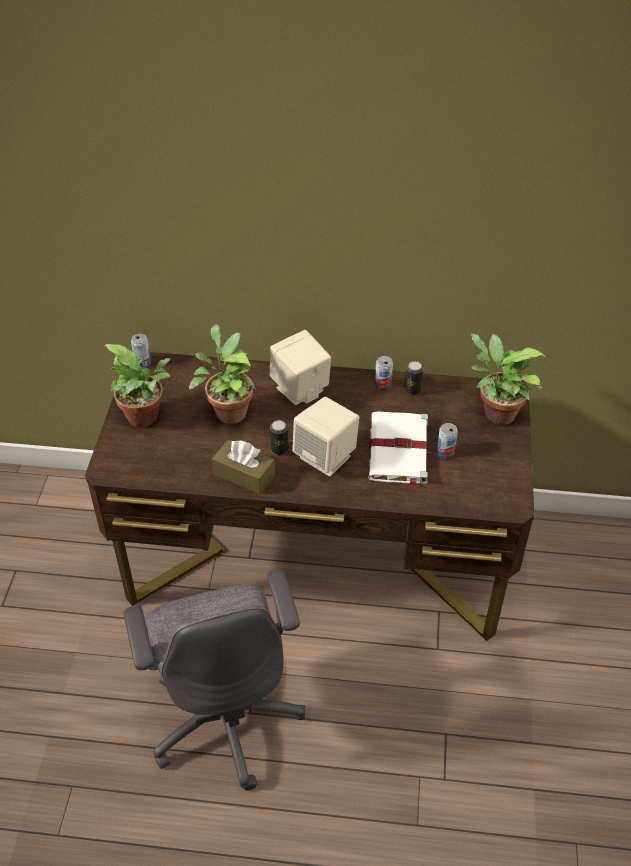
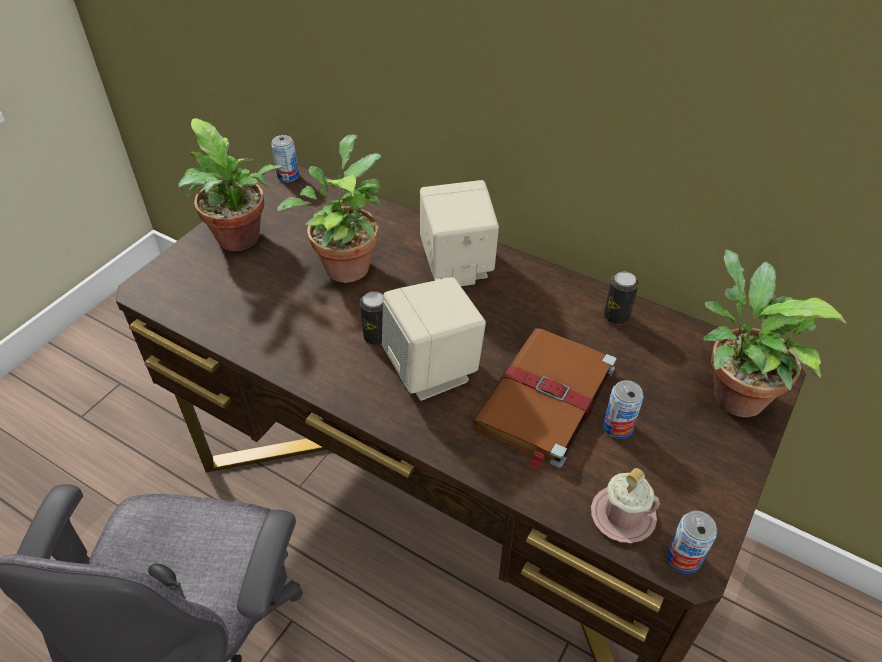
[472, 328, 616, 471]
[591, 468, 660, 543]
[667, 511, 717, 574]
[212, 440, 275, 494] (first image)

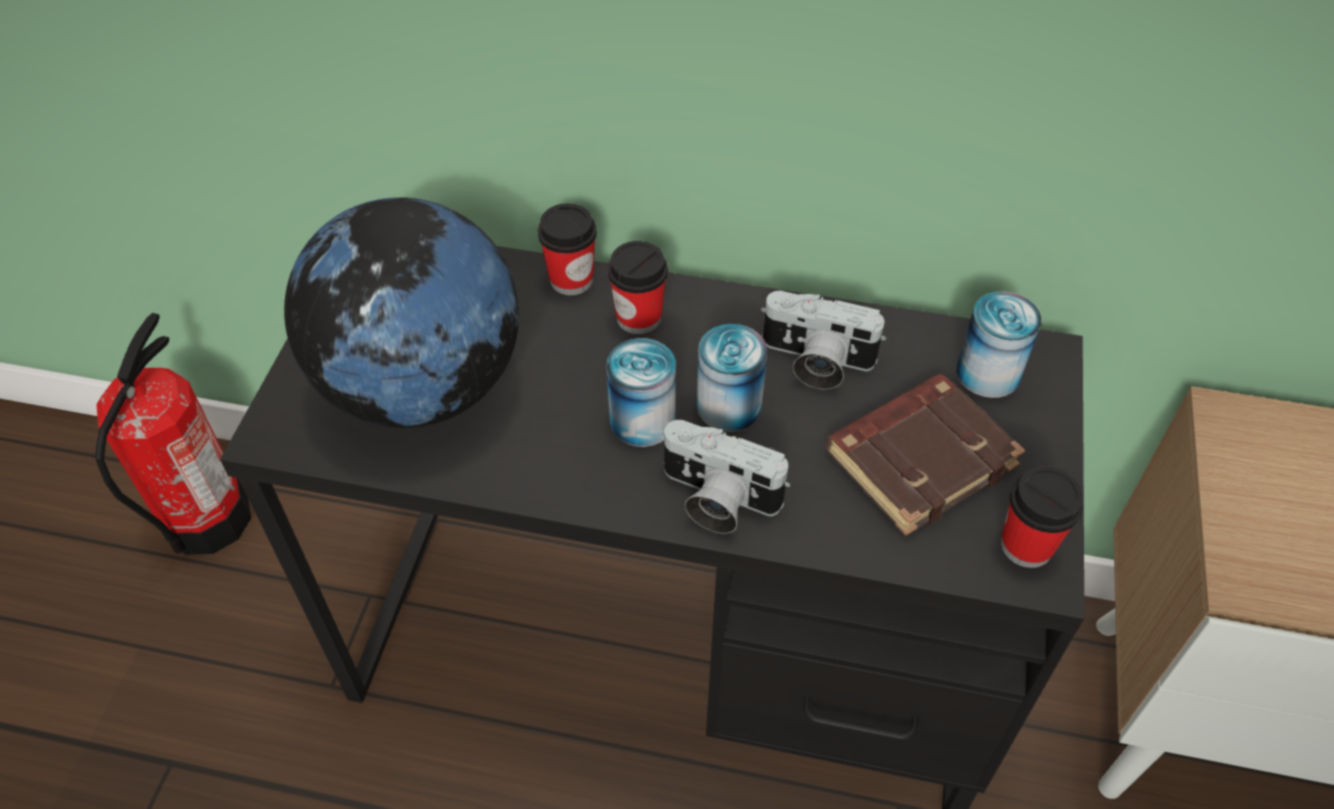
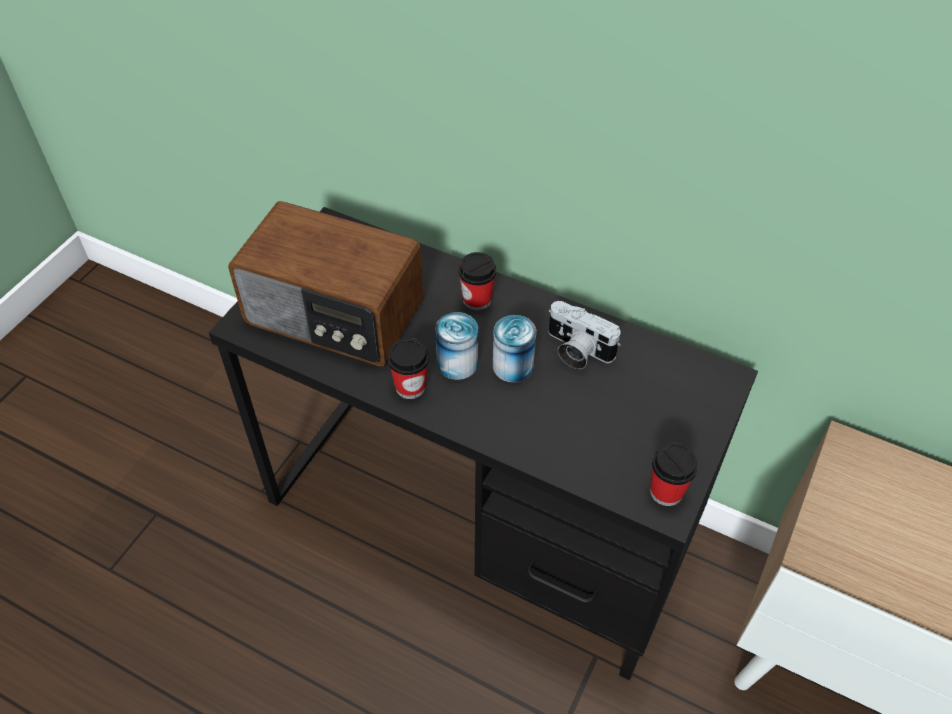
[228, 201, 424, 366]
[388, 338, 429, 399]
[95, 313, 251, 555] (first image)
[661, 420, 790, 534] (first image)
[826, 374, 1025, 536] (first image)
[956, 292, 1041, 398] (first image)

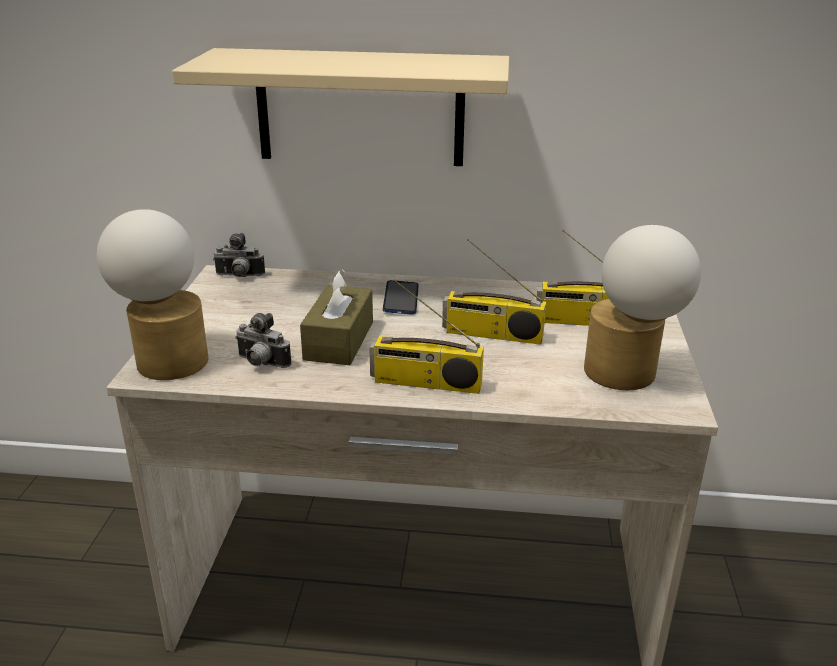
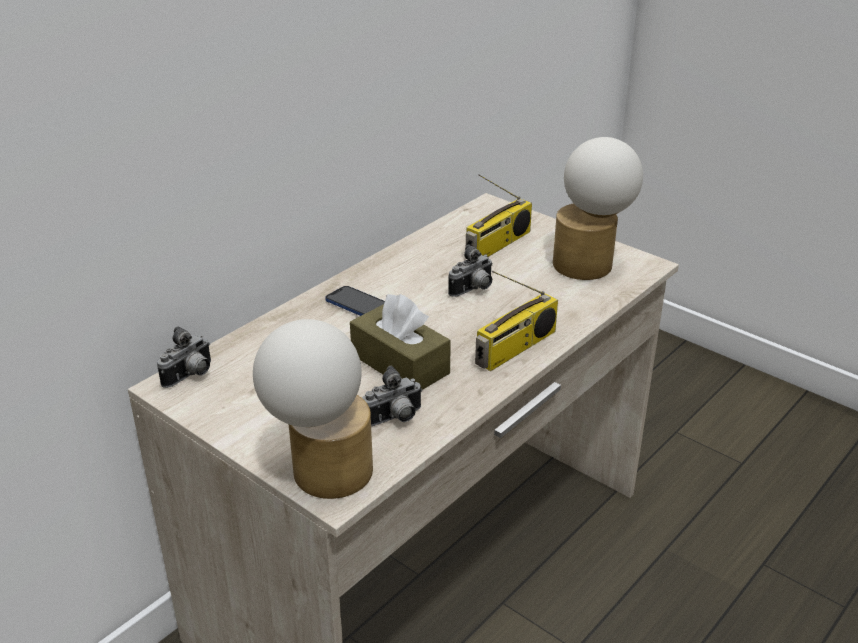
[448, 244, 493, 297]
[172, 48, 509, 166] (first image)

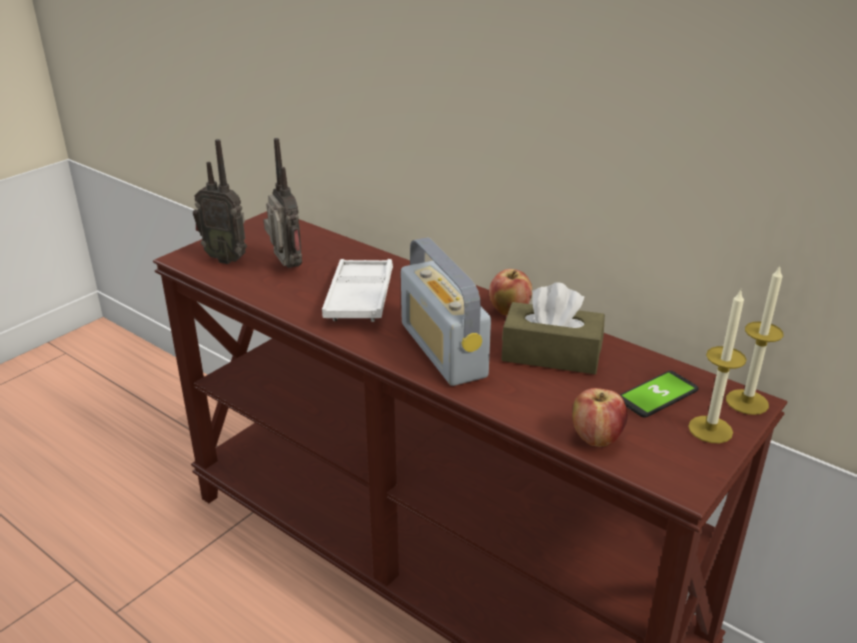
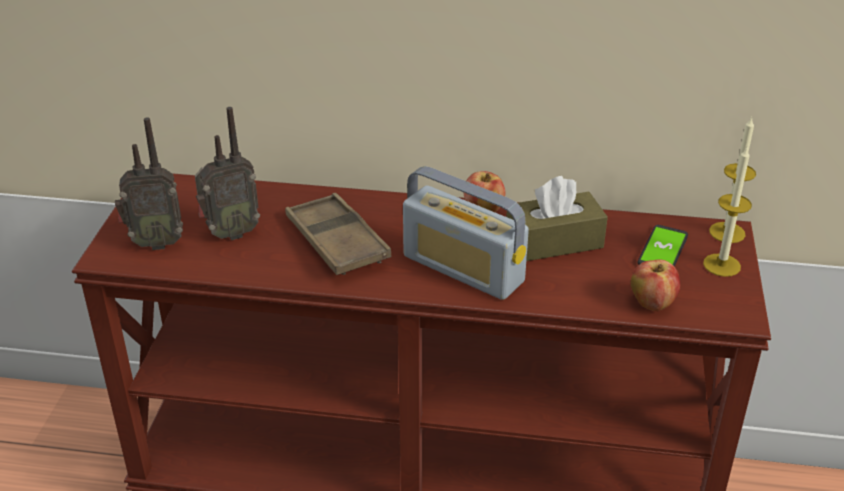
[195, 107, 260, 240]
[285, 193, 391, 275]

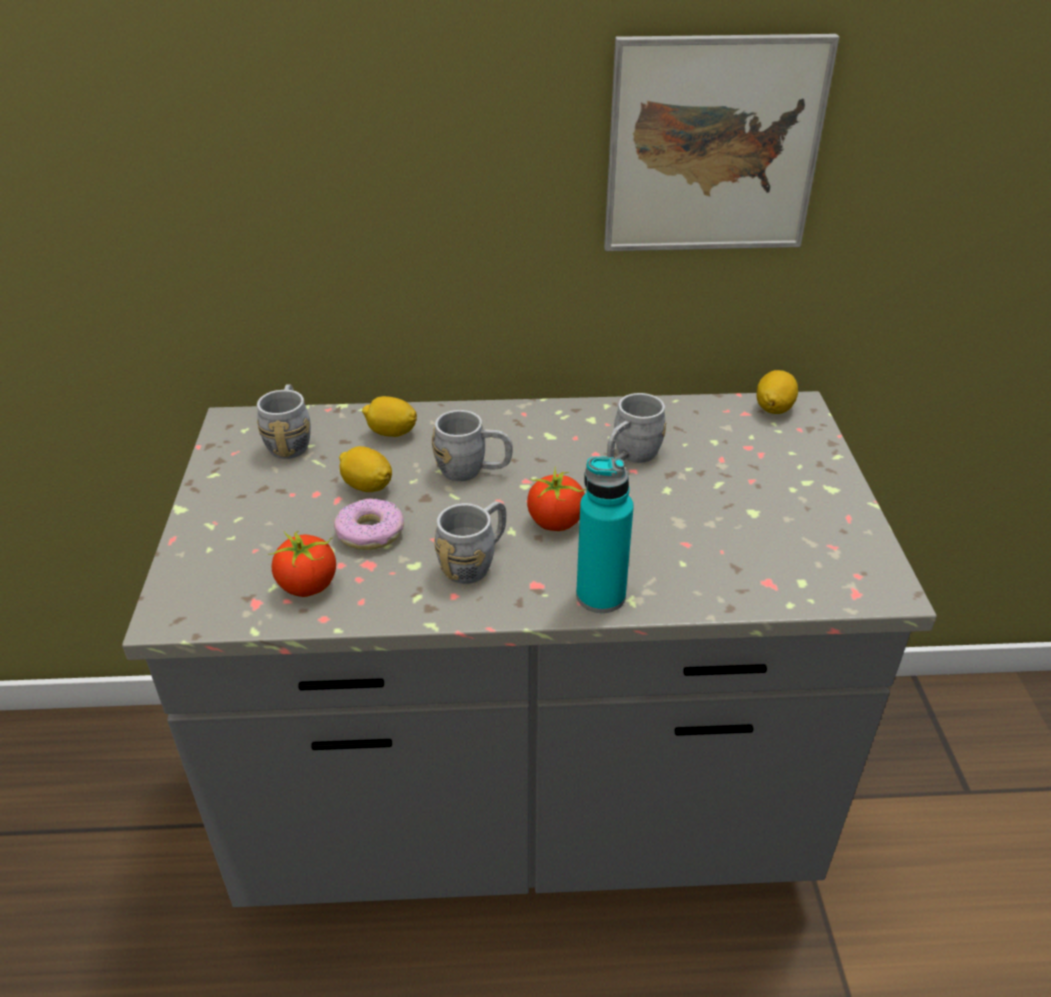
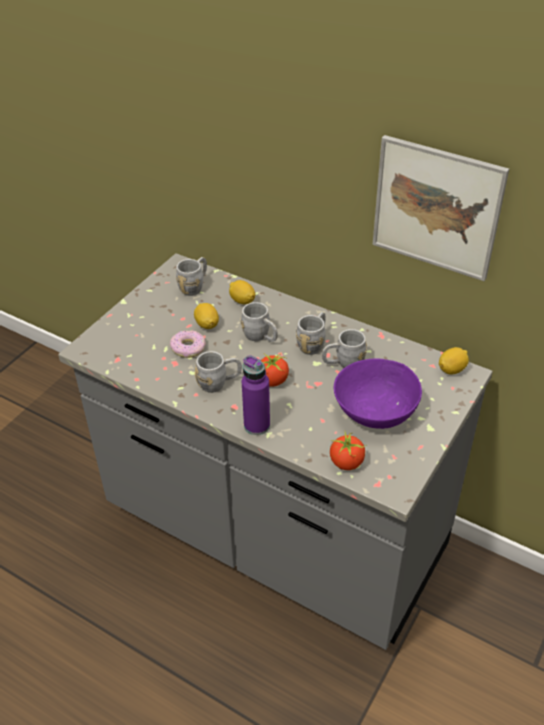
[242, 355, 270, 435]
[296, 312, 326, 355]
[330, 432, 367, 470]
[334, 359, 422, 429]

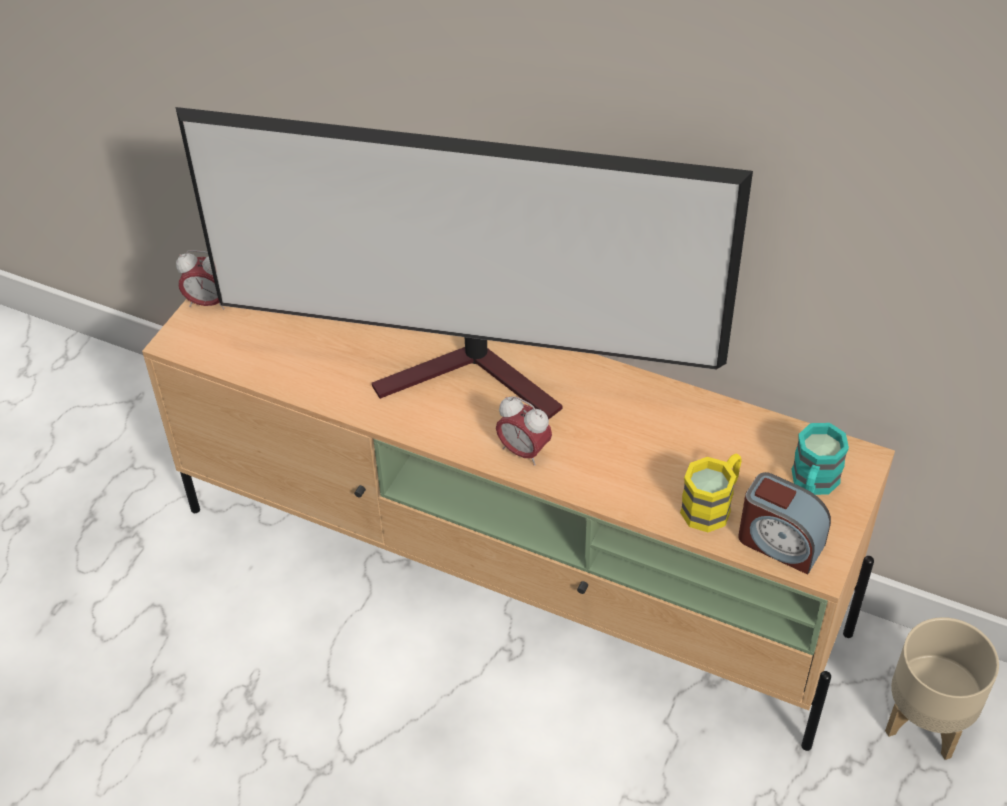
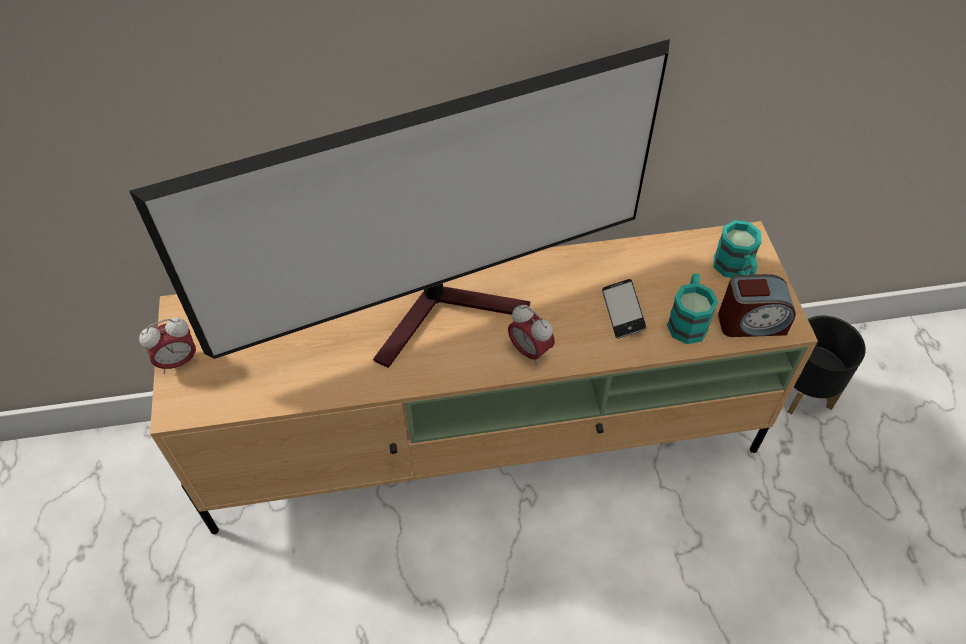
[508, 305, 555, 366]
[602, 279, 647, 339]
[667, 273, 718, 344]
[787, 316, 866, 415]

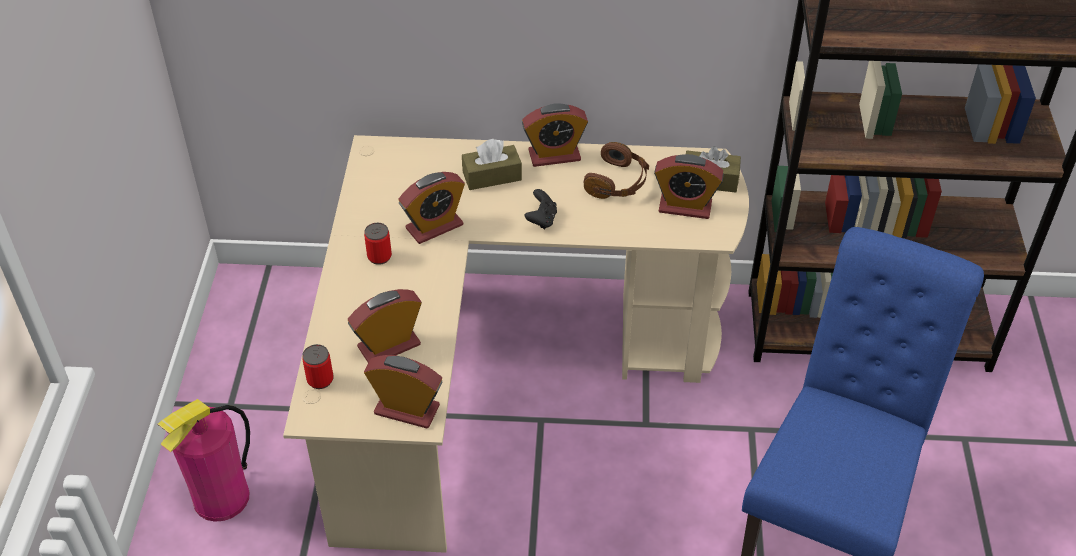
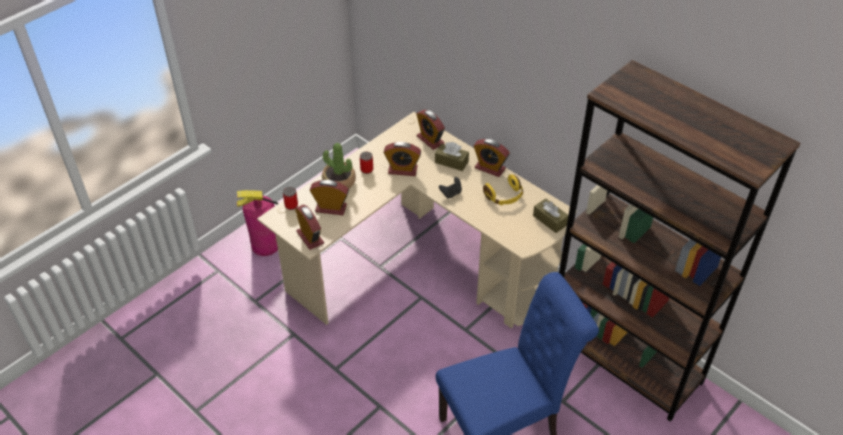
[322, 143, 356, 189]
[416, 110, 445, 150]
[483, 174, 523, 205]

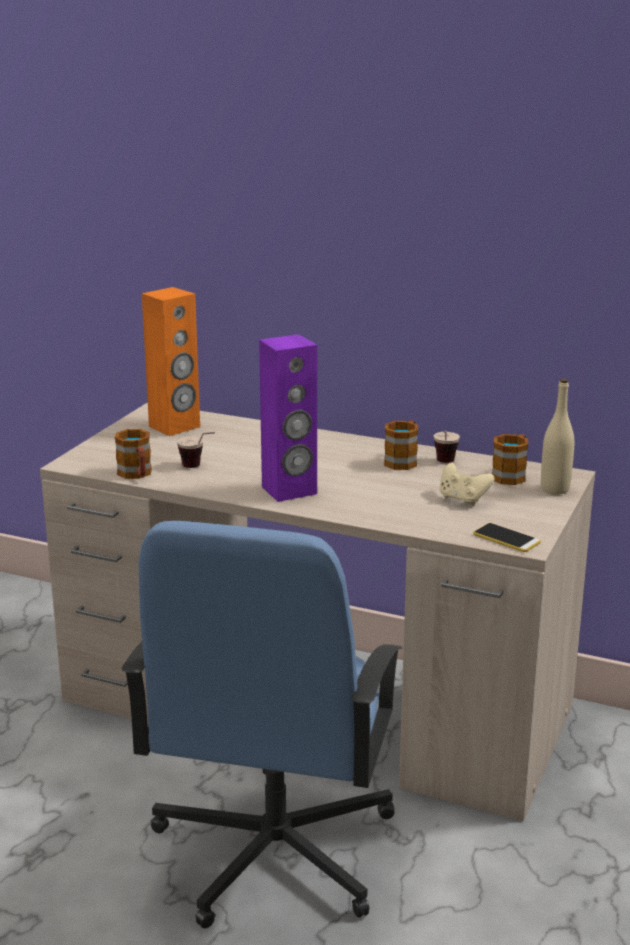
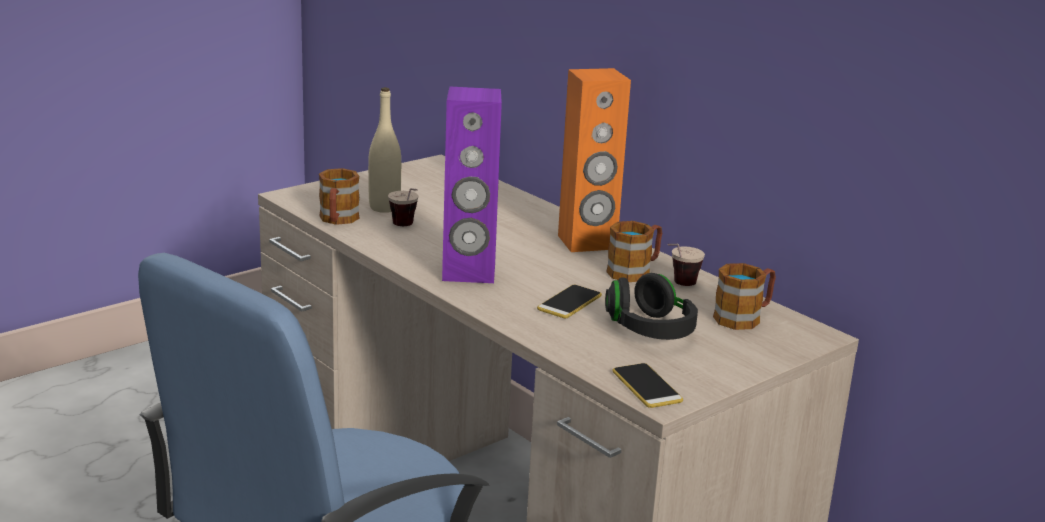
[368, 87, 401, 213]
[537, 285, 602, 318]
[558, 68, 631, 252]
[605, 273, 698, 340]

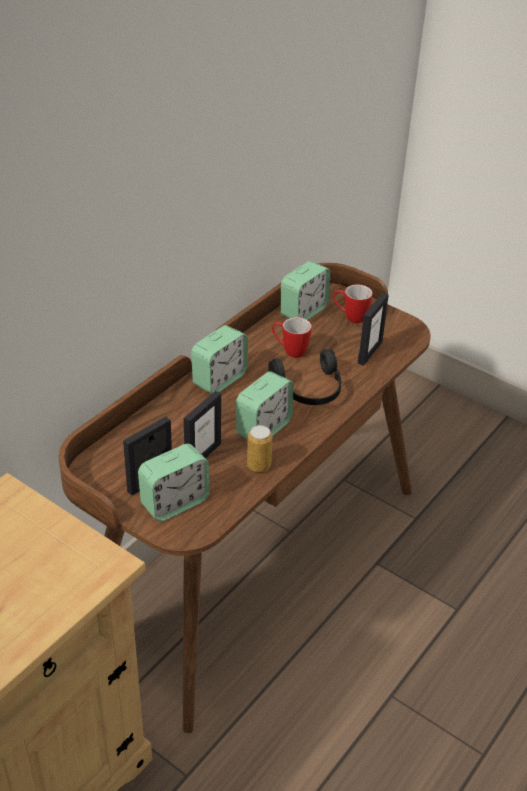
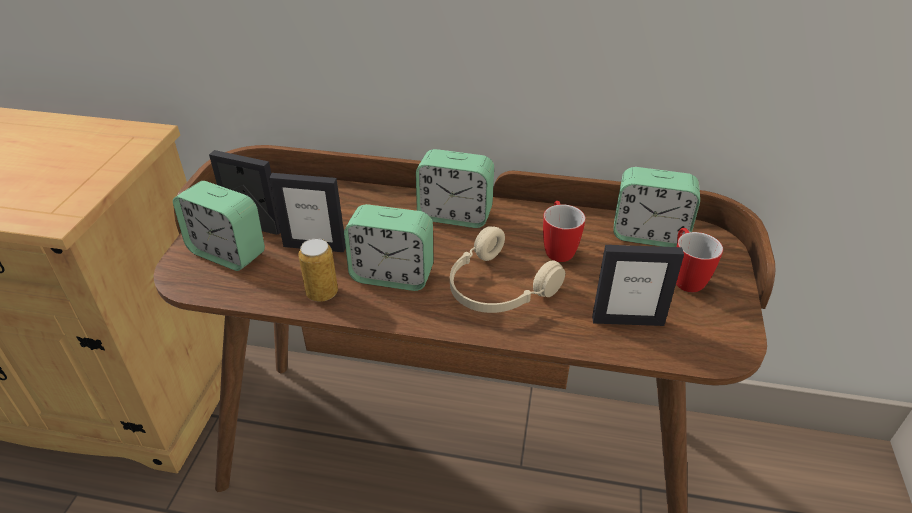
[450, 226, 565, 313]

